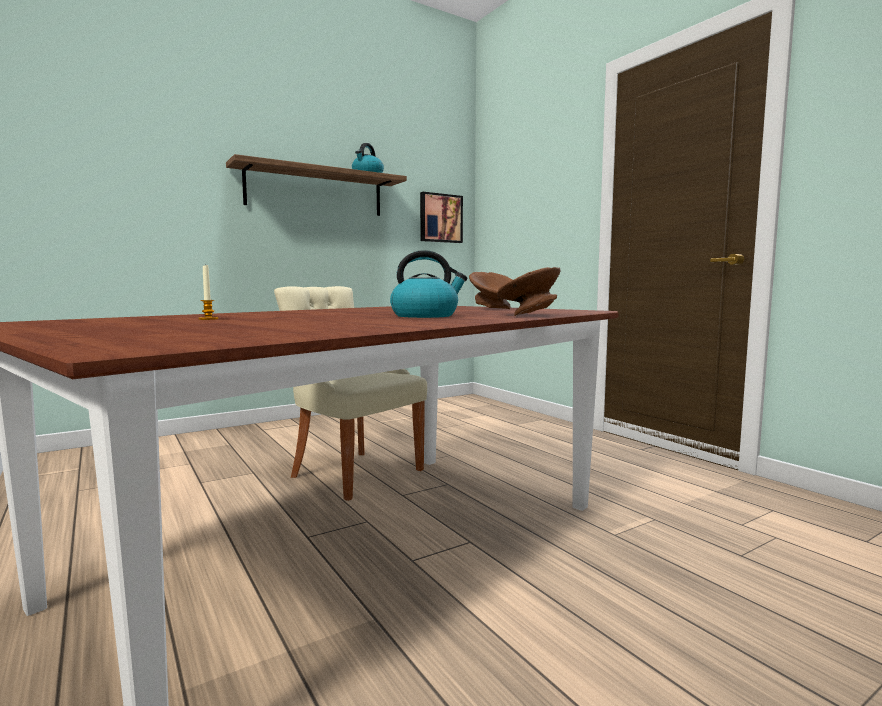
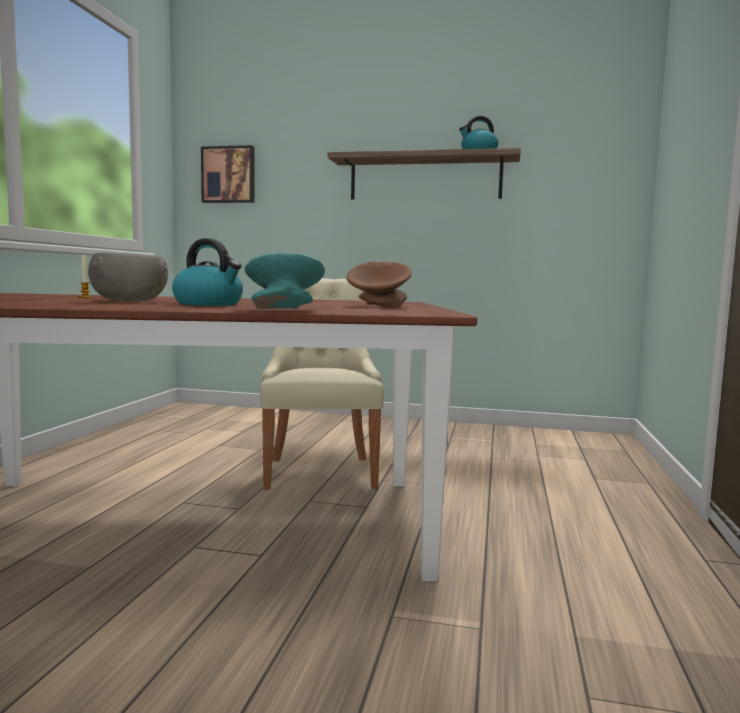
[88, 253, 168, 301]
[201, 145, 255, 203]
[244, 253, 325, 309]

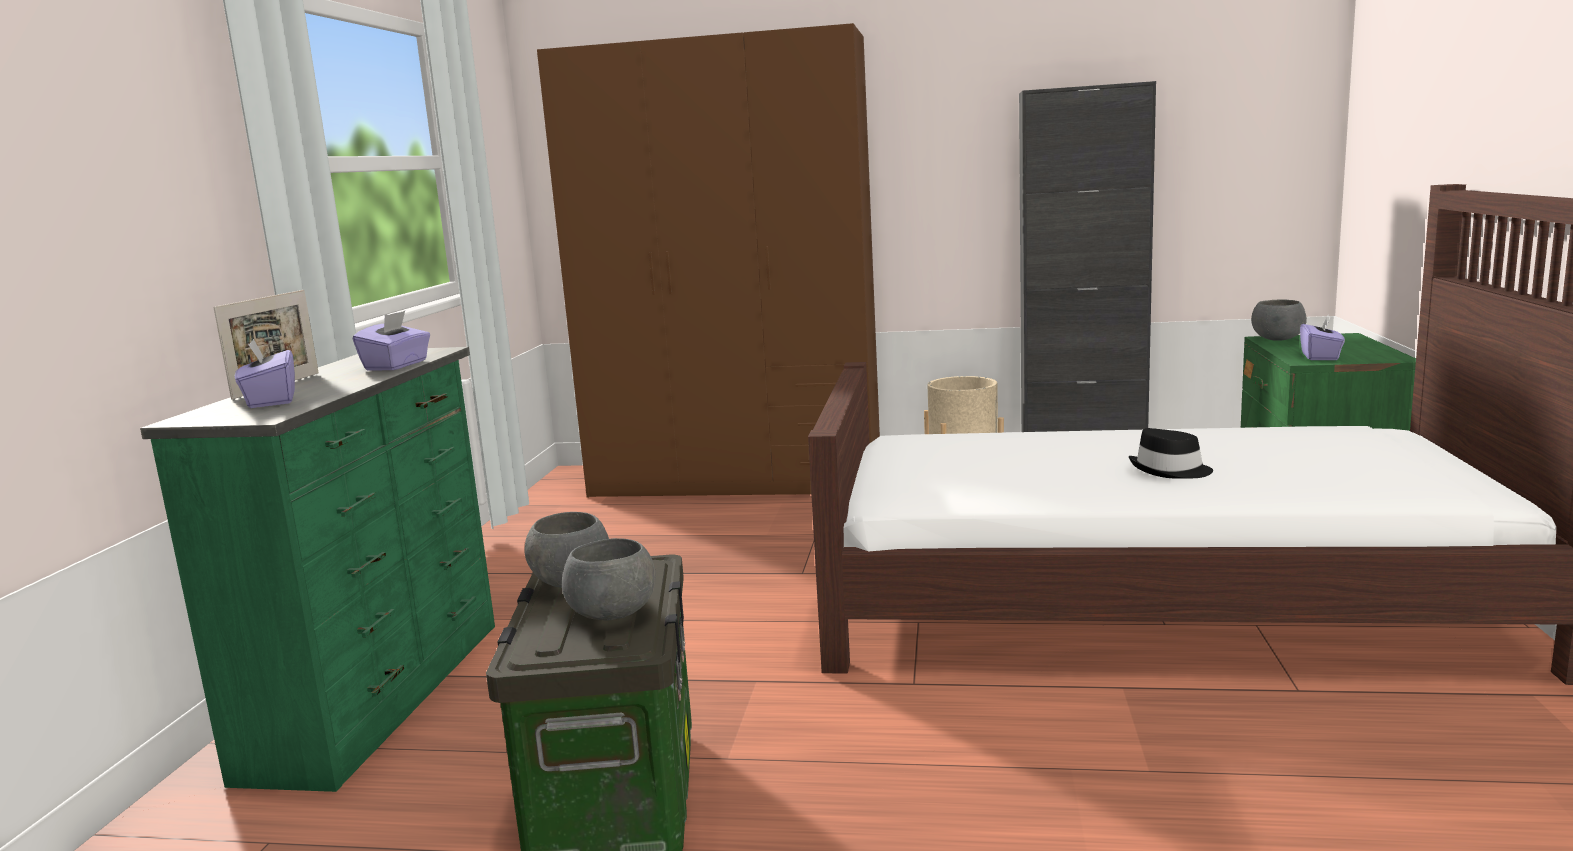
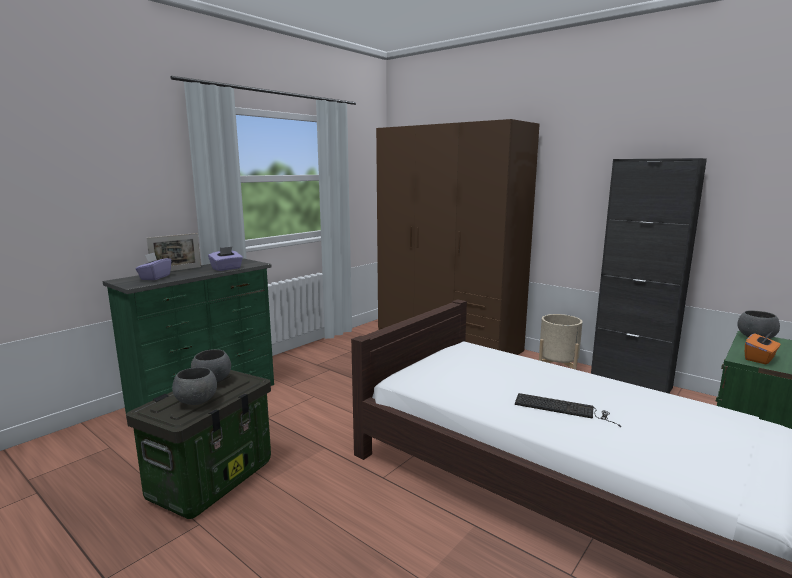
[515, 393, 621, 427]
[745, 331, 780, 364]

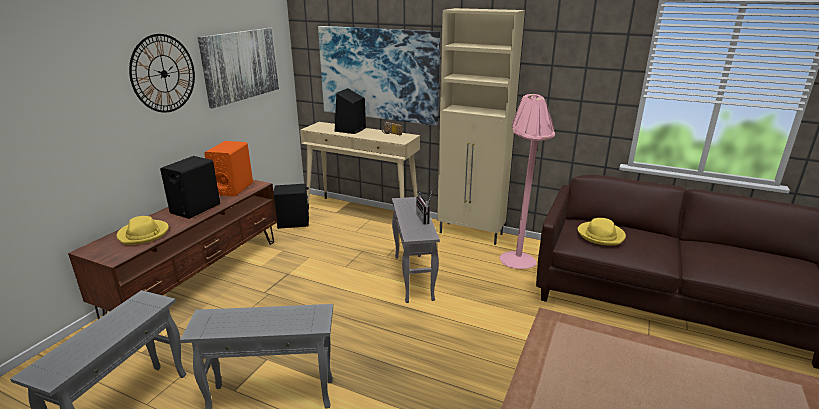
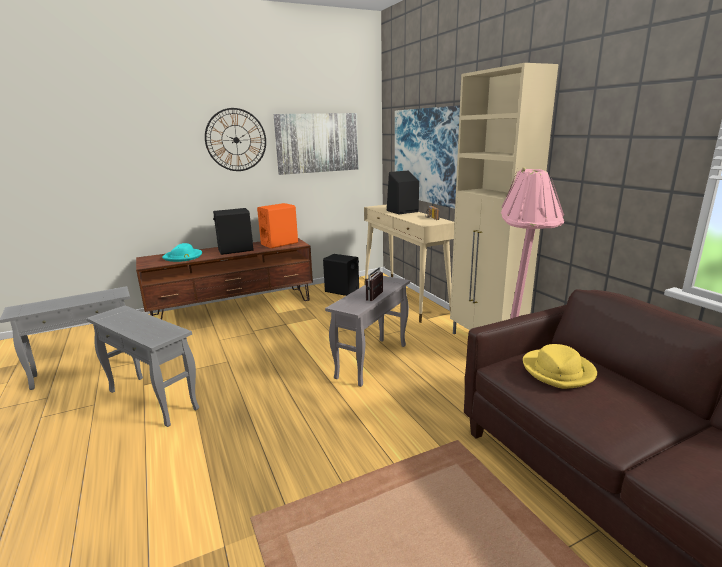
[162, 243, 202, 262]

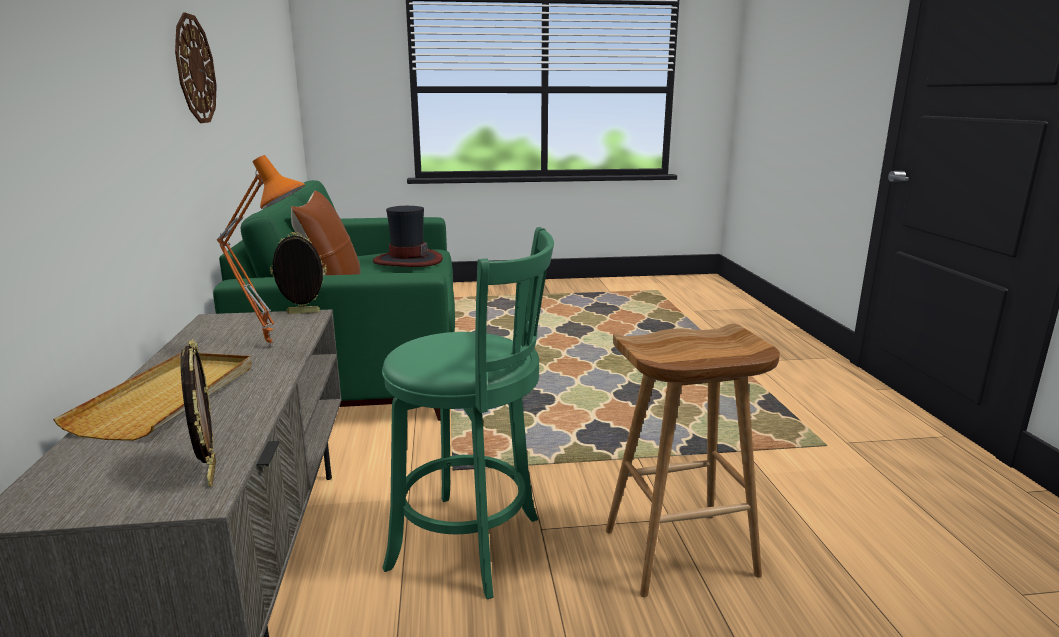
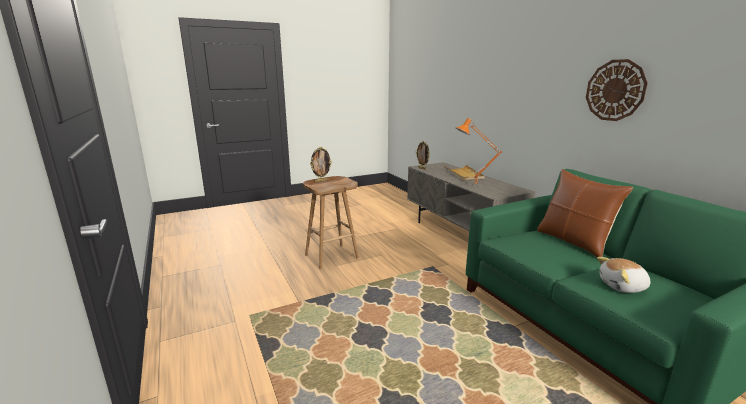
[310, 147, 332, 182]
[597, 257, 650, 293]
[382, 227, 554, 599] (first image)

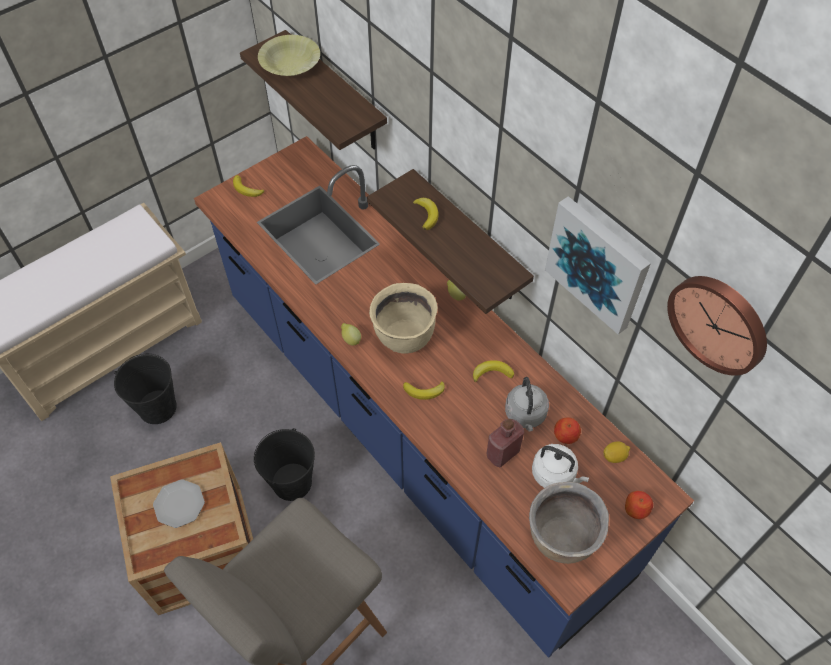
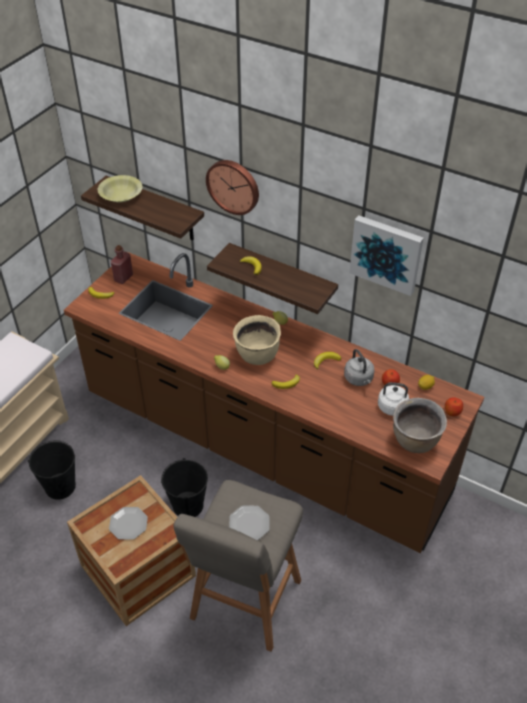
[64, 252, 484, 553]
[110, 245, 133, 284]
[206, 160, 259, 215]
[229, 506, 270, 540]

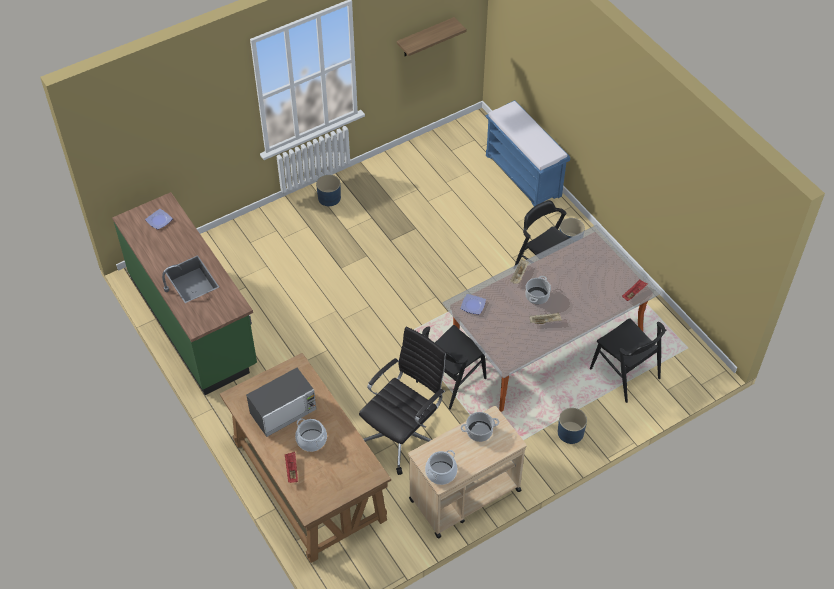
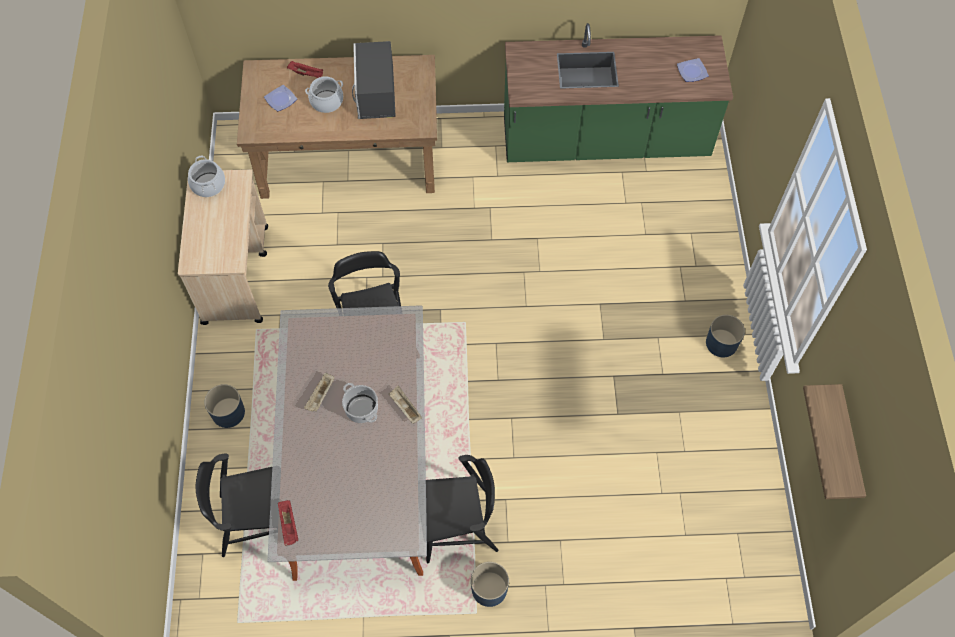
[264, 85, 297, 111]
[359, 326, 447, 475] (first image)
[461, 412, 499, 442] (first image)
[485, 100, 570, 206] (first image)

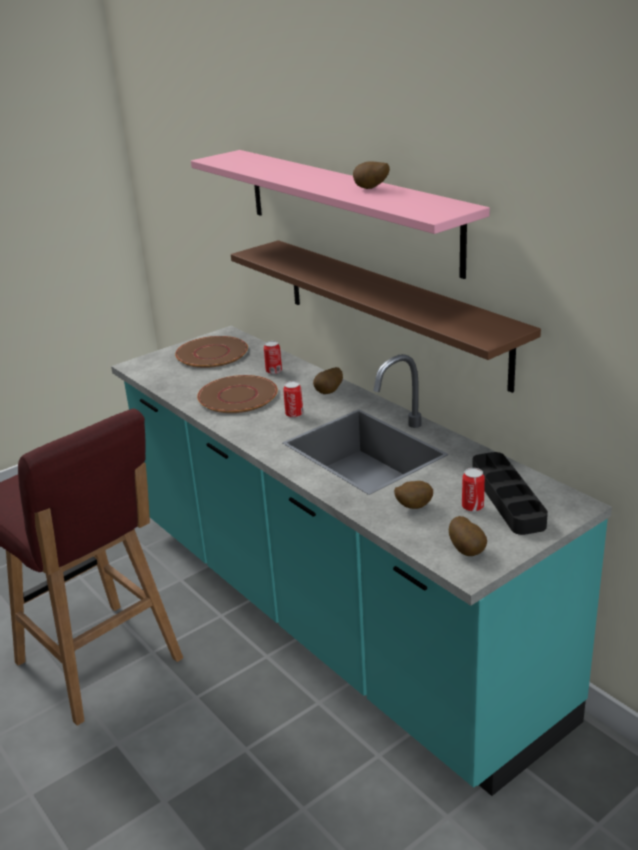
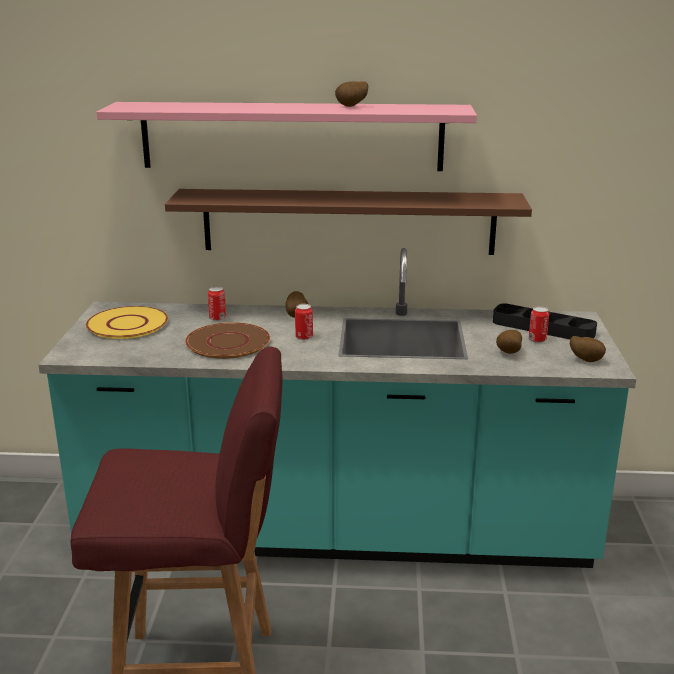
[86, 306, 168, 339]

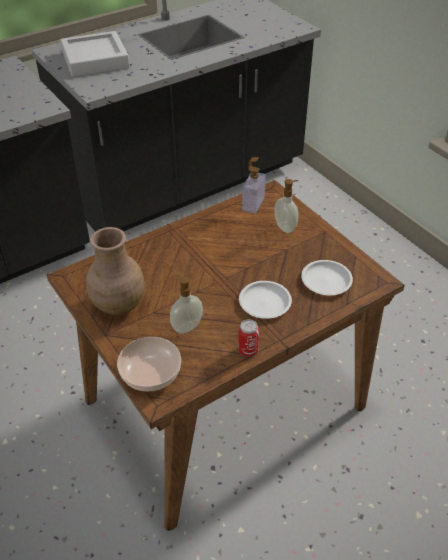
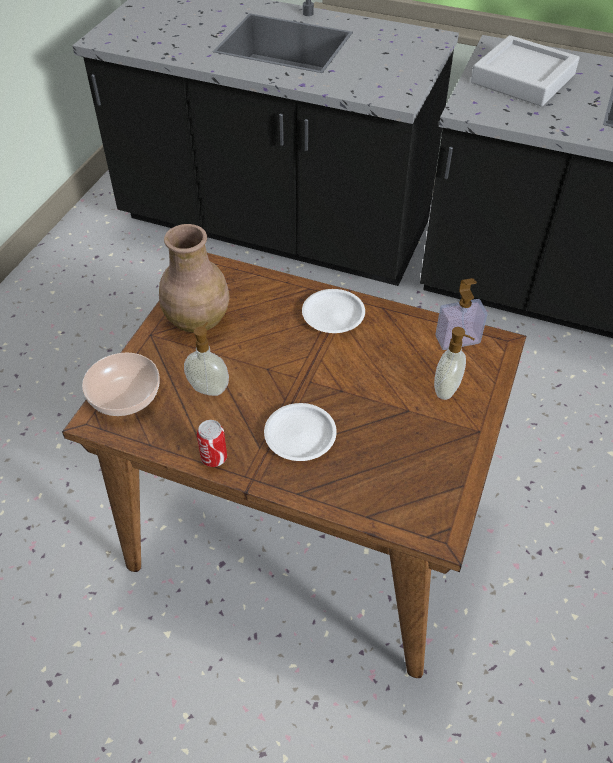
[302, 289, 365, 333]

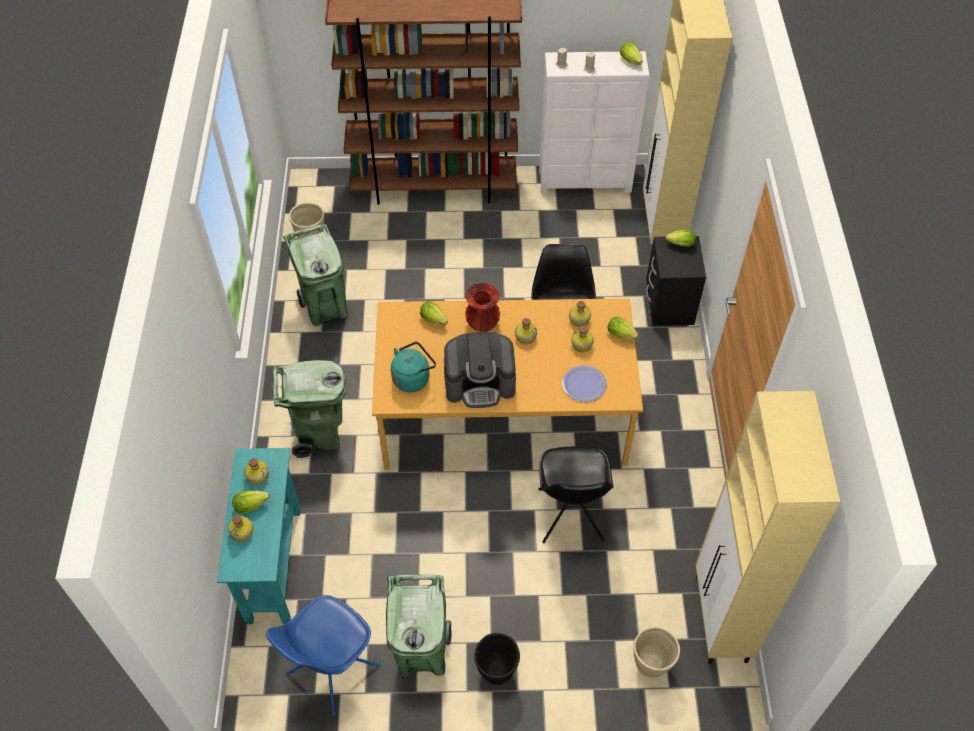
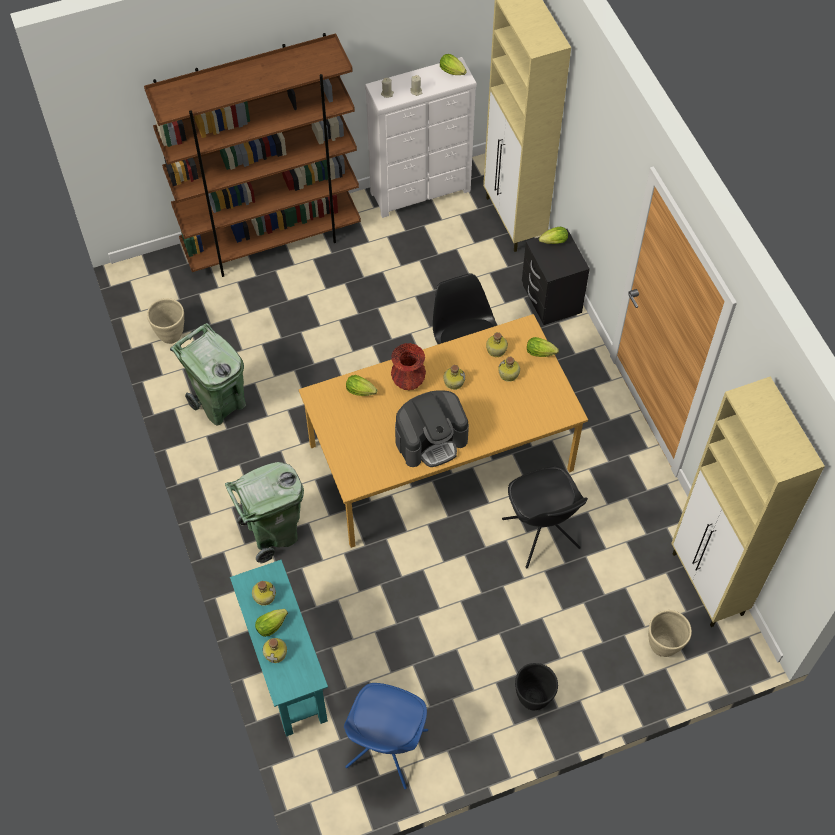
[386, 575, 452, 676] (first image)
[391, 342, 436, 392] (first image)
[562, 365, 607, 402] (first image)

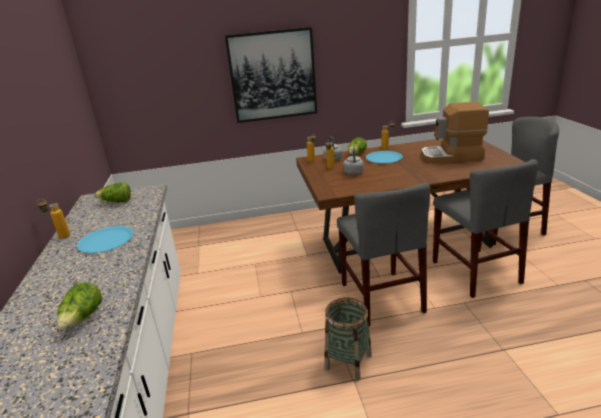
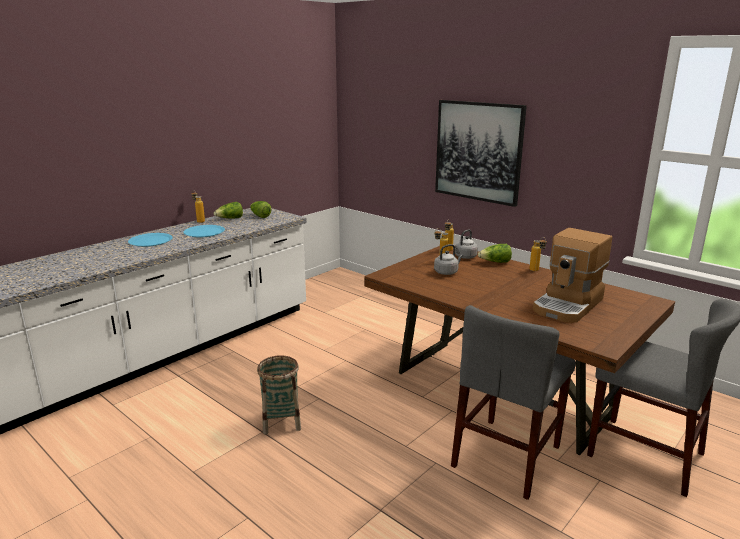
[128, 233, 173, 247]
[214, 202, 243, 219]
[533, 228, 612, 323]
[337, 182, 430, 326] (first image)

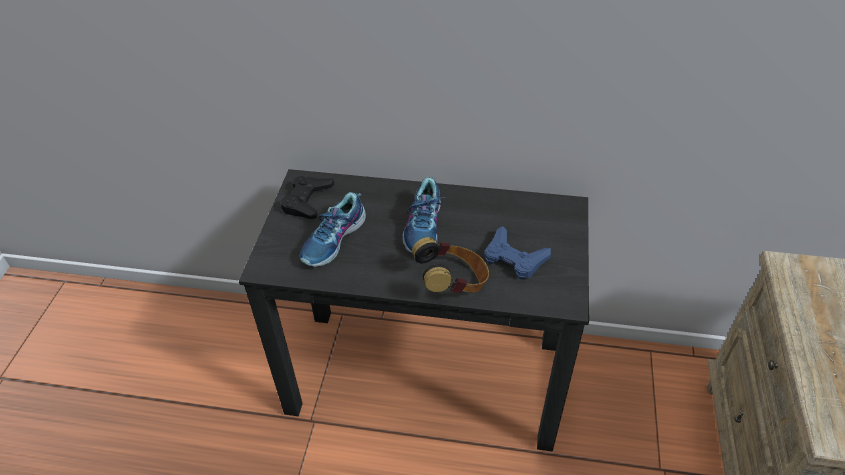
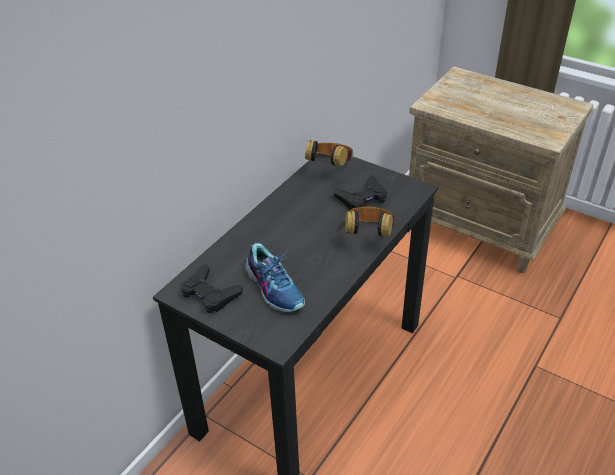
[305, 140, 353, 166]
[334, 175, 387, 210]
[402, 177, 446, 253] (first image)

